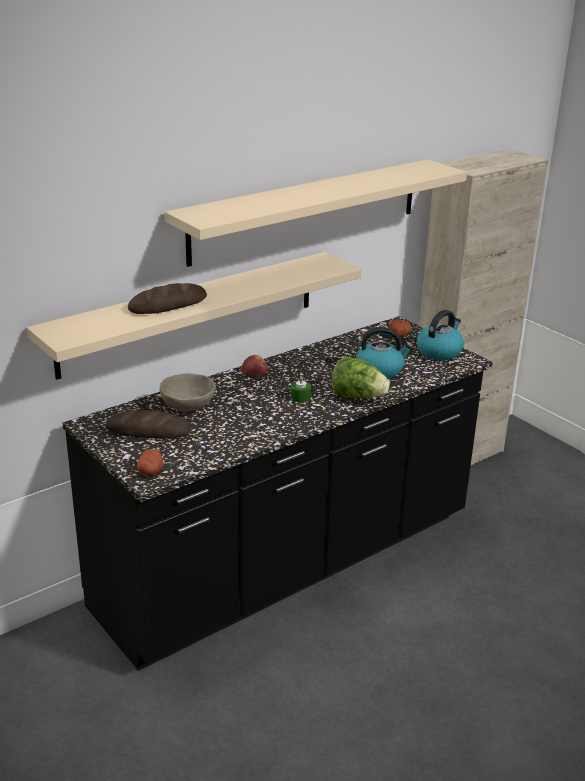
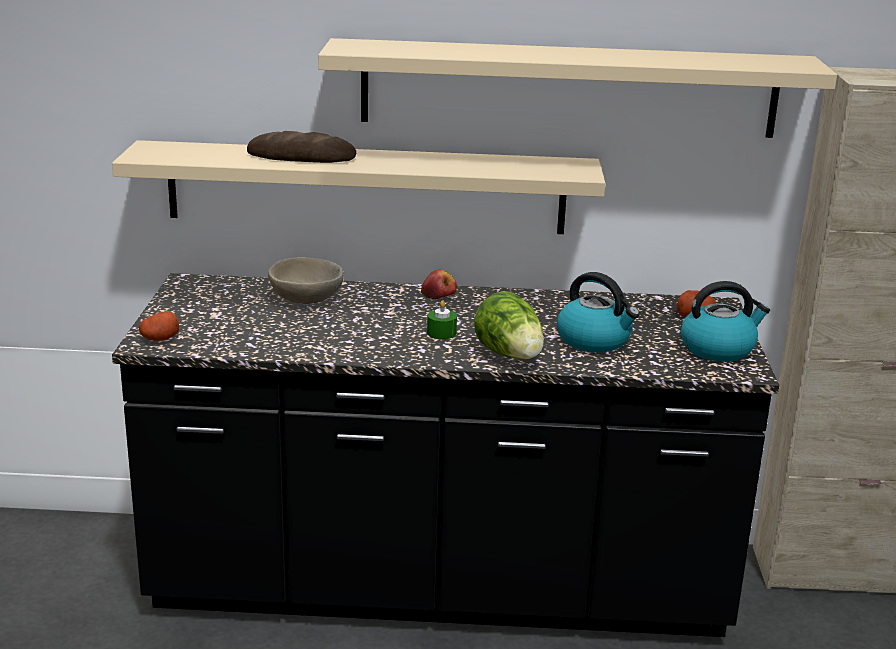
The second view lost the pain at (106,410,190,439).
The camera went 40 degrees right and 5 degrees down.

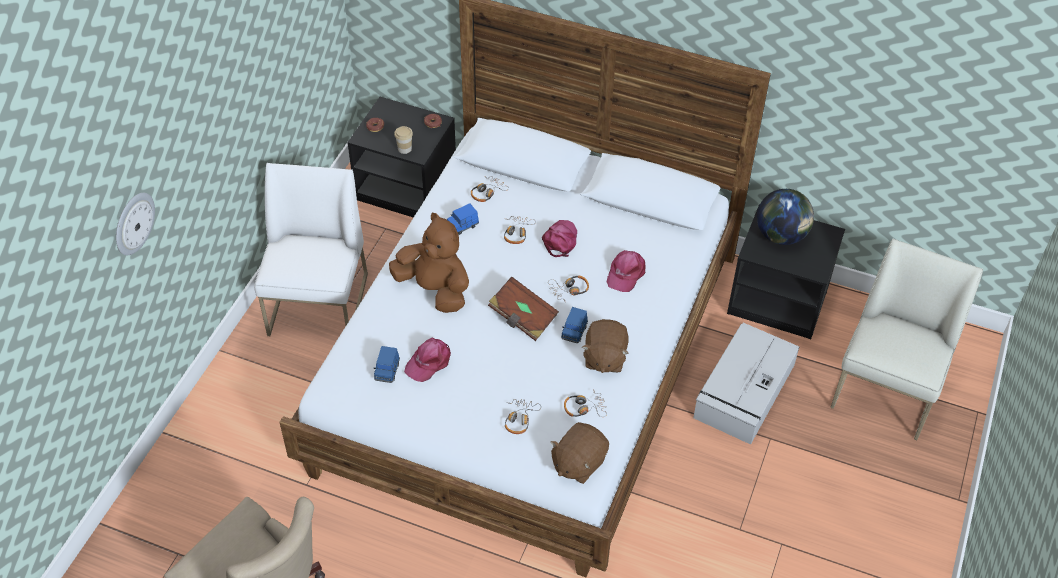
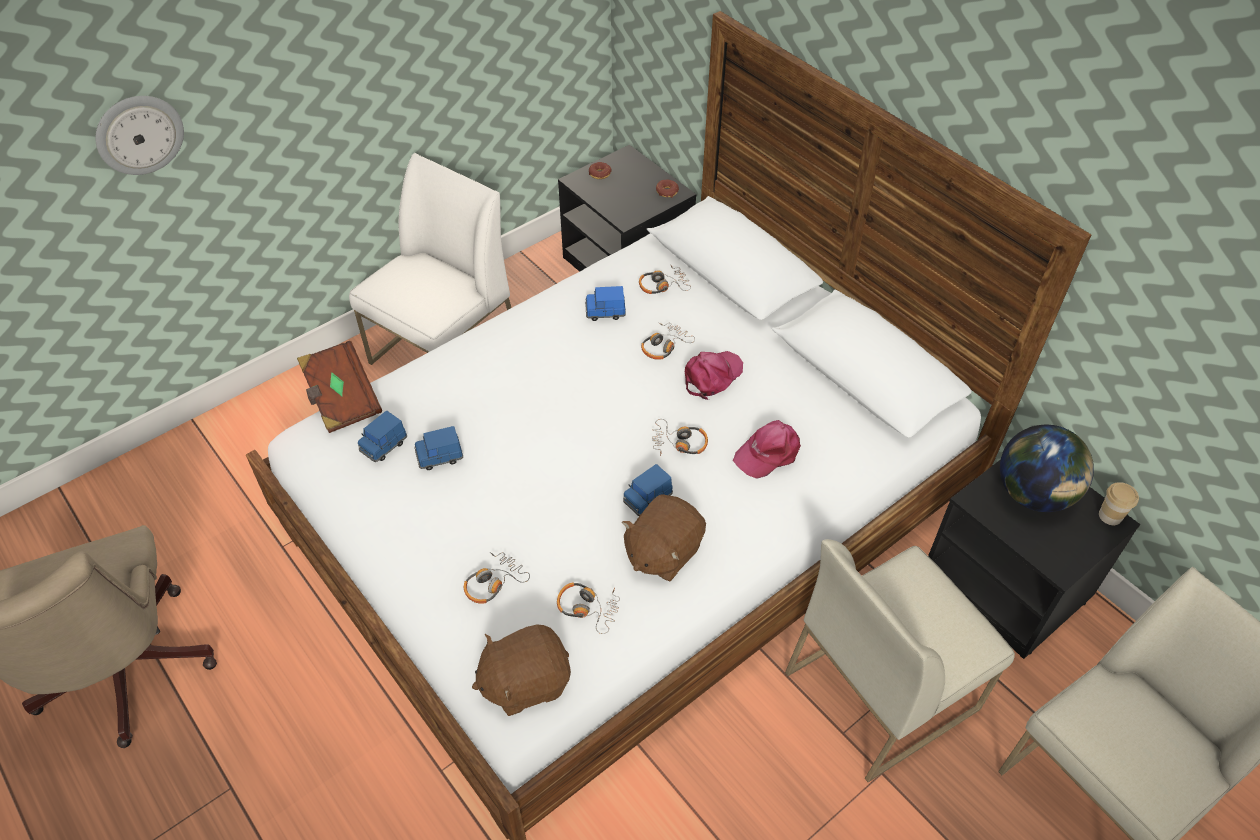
The tasse ended up elsewhere, having gone from (394,126,413,154) to (1099,482,1139,525).
The second view lost the peluche [marron] at (389,213,469,313).
The livre [marron] ended up elsewhere, having gone from (488,276,559,341) to (297,341,382,433).
Where the boîte de rangement [gris] stood at (693,323,799,445), the chaise [blanc] came to stand at (785,539,1015,782).
Where the casquette [rose] stood at (404,338,451,382), the petite voiture [bleu] came to stand at (414,426,463,470).
The camera went 30 degrees right and 0 degrees up.

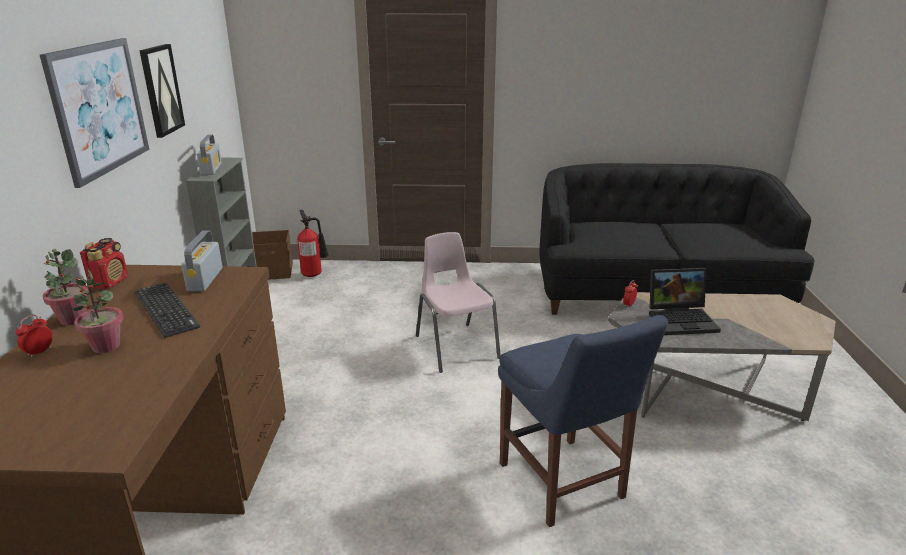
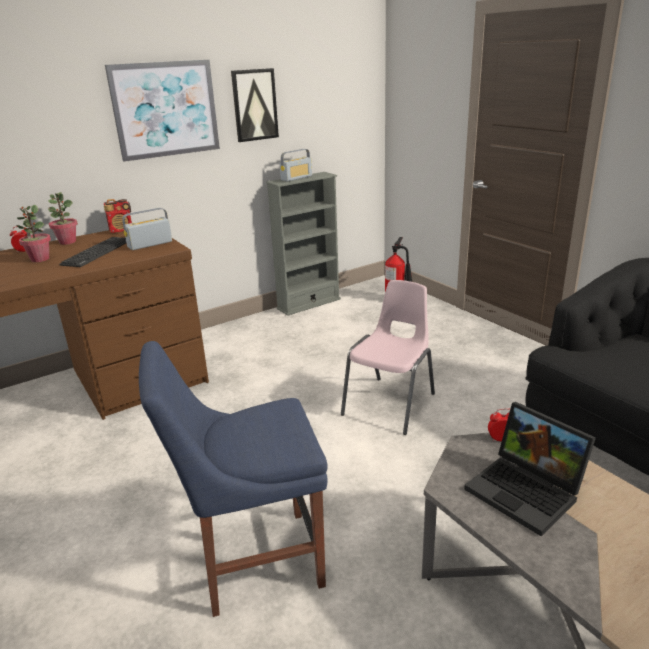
The second view lost the boîte de rangement [marron] at (252,230,293,280).
The chaise [bleu] at (498,315,668,527) ended up facing another way, 45 degrees clockwise from before.
The camera went 55 degrees right and 0 degrees up.

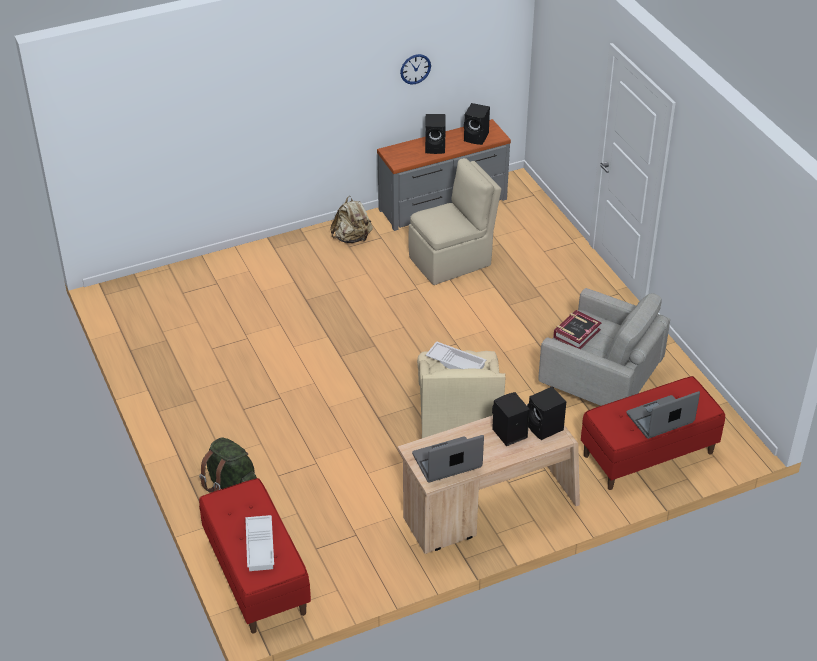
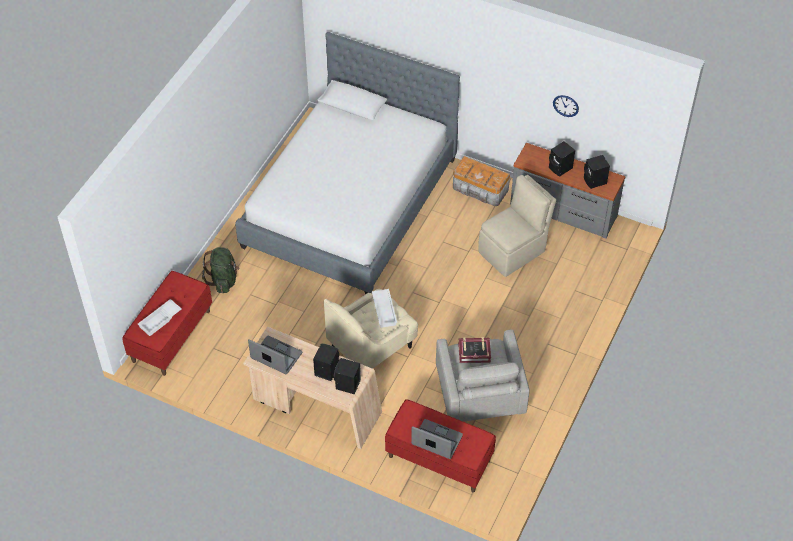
The chaise [beige] at (408,158,501,285) ended up facing another way, 60 degrees counterclockwise from before.
Where the sac à dos [beige] stood at (330,196,373,243), the boîte de rangement came to stand at (453,156,510,206).
The second view gained the lit at (235,32,460,294).
The camera went 50 degrees right and 10 degrees up.

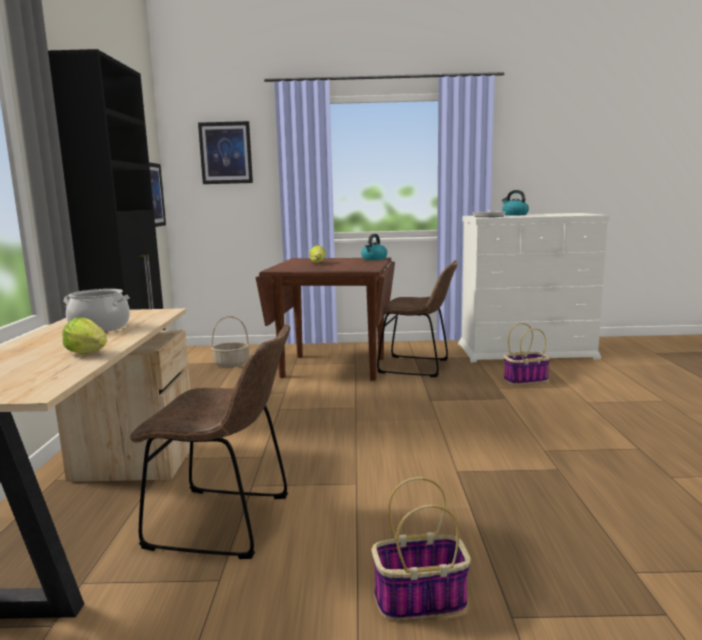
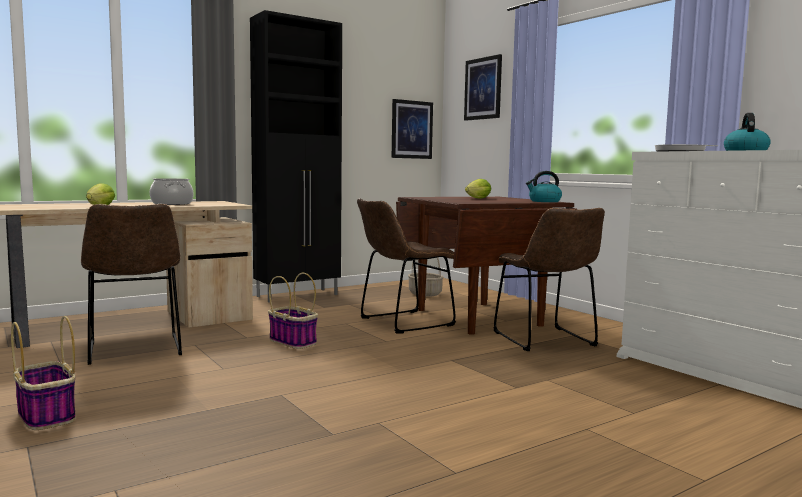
The panier ended up elsewhere, having gone from (503,323,551,385) to (268,273,318,349).
The second view gained the chaise [marron] at (357,198,456,334).
The camera went 55 degrees right and 5 degrees down.

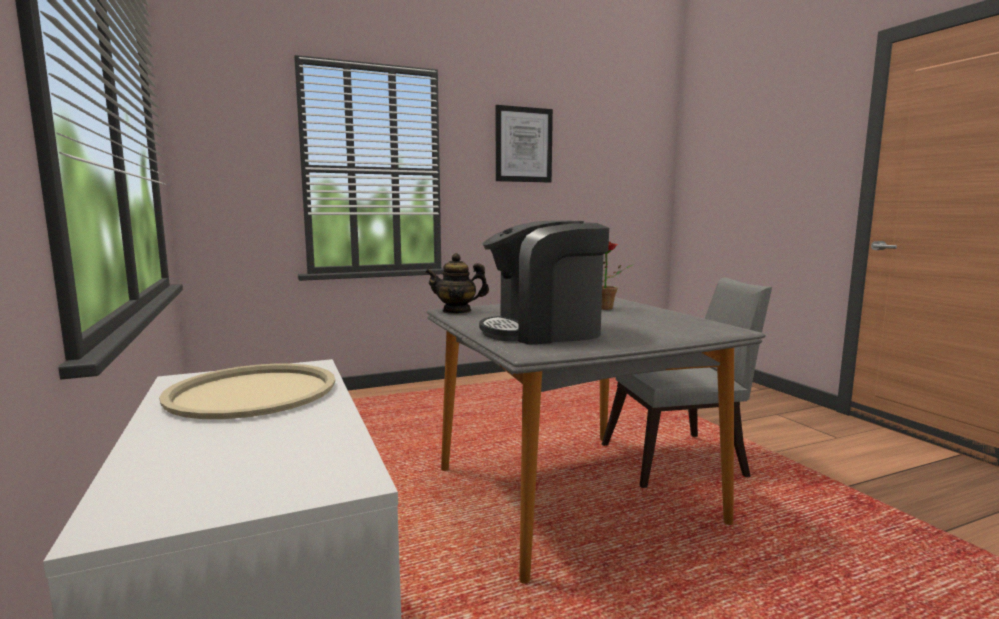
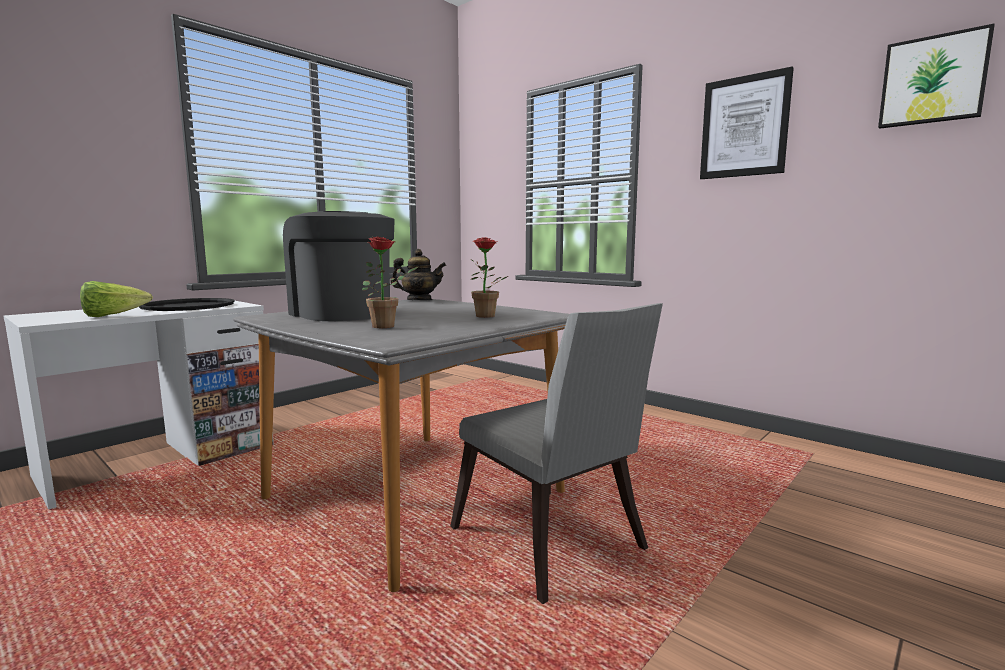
The théière at (425,253,489,314) ended up facing another way, 120 degrees clockwise from before.
What was the plateau [beige] at (159,364,335,419) turned into the plateau [noir] at (139,298,234,311).
The second view gained the tableau at (878,23,995,129).
The second view gained the plante en pot at (362,236,418,328).
The second view gained the laitue at (80,281,153,317).
The camera went 65 degrees right and 0 degrees up.

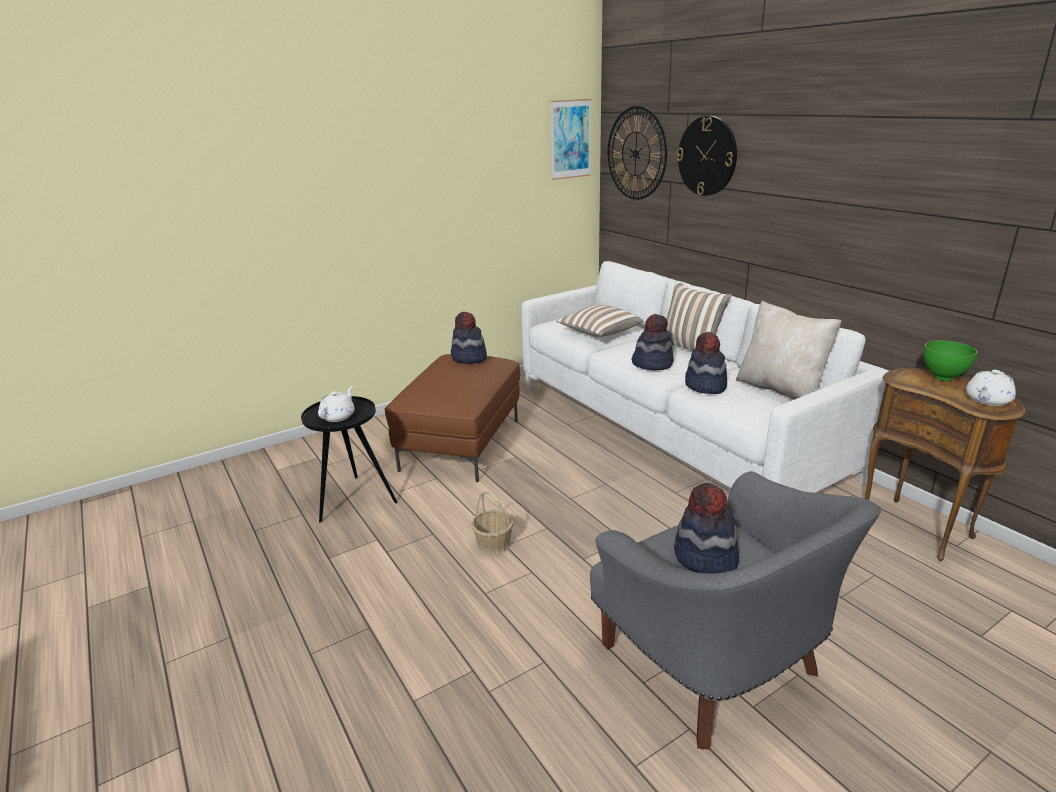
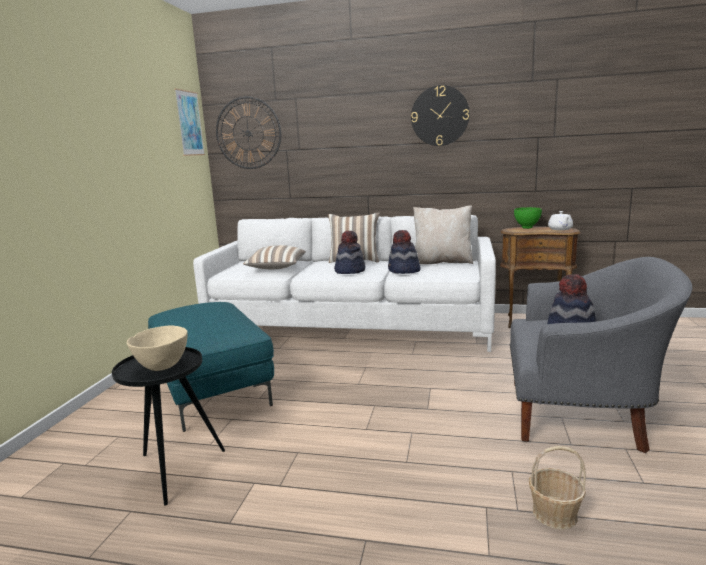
The horloge murale ended up elsewhere, having gone from (677,116,737,196) to (411,85,470,146).
The second view lost the chapeau at (451,312,487,364).
What was the pouf [marron] at (385,354,520,482) turned into the pouf [turquoise] at (148,302,274,432).
Where the théière [blanc] stood at (318,386,355,422), the bol [beige] came to stand at (127,325,188,371).
The panier ended up elsewhere, having gone from (472,491,514,555) to (529,446,586,530).
The camera went 45 degrees left and 10 degrees down.

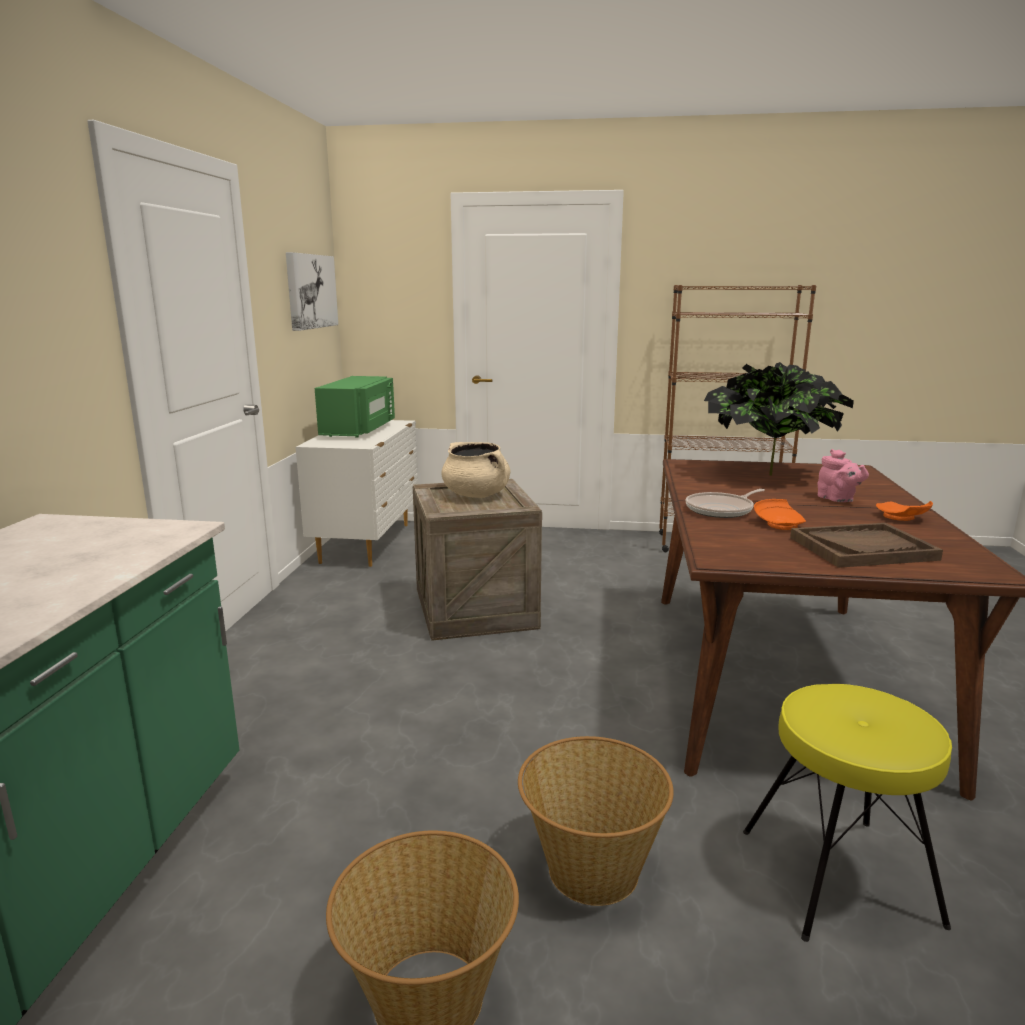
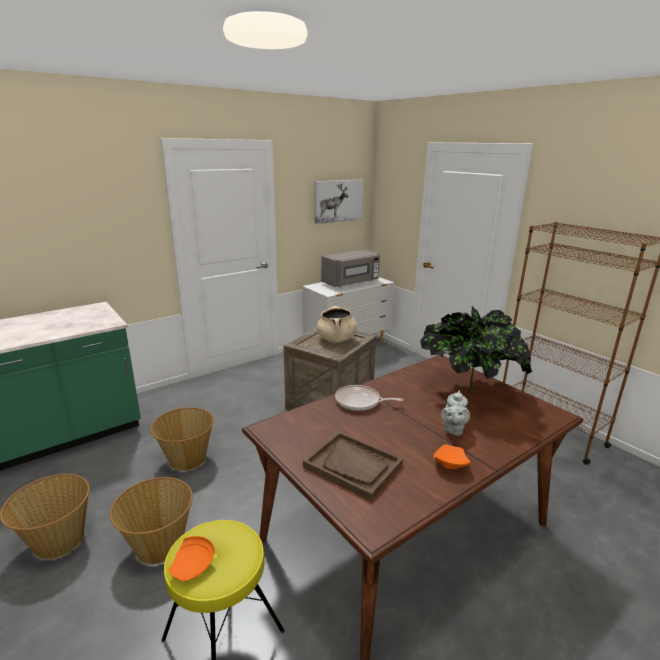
What was the micro-ondes [vert] at (315,376,395,438) turned into the micro-ondes [gris] at (321,249,380,287).
What was the théière [rose] at (818,449,869,502) turned into the théière [gris] at (441,391,470,436).
The assiette [orange] ended up elsewhere, having gone from (754,499,806,530) to (168,536,215,581).
The second view gained the panier at (150,407,214,471).
The camera went 45 degrees right and 5 degrees up.

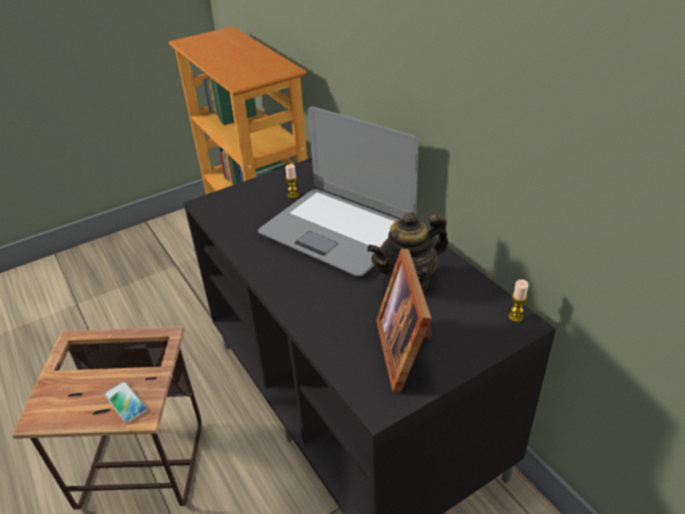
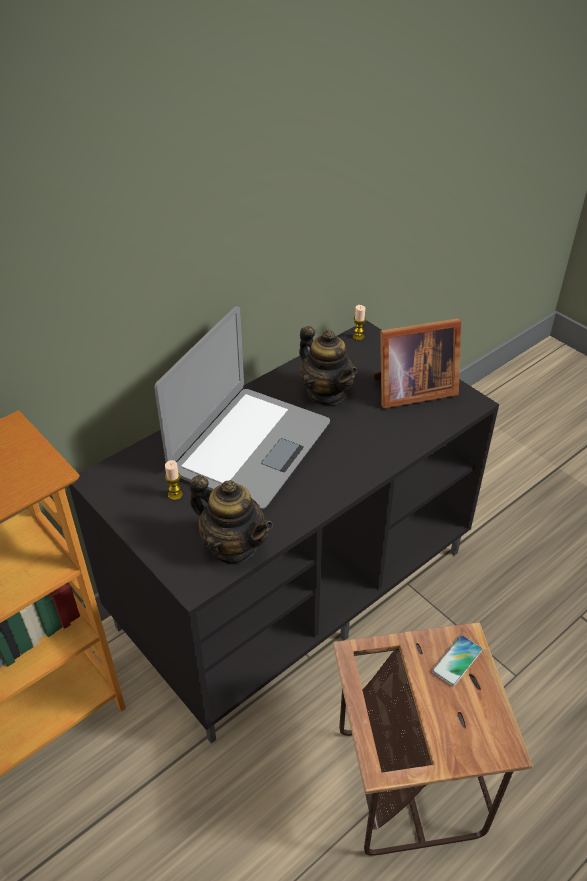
The second view gained the théière at (190,475,273,563).
The camera went 100 degrees left and 5 degrees up.

